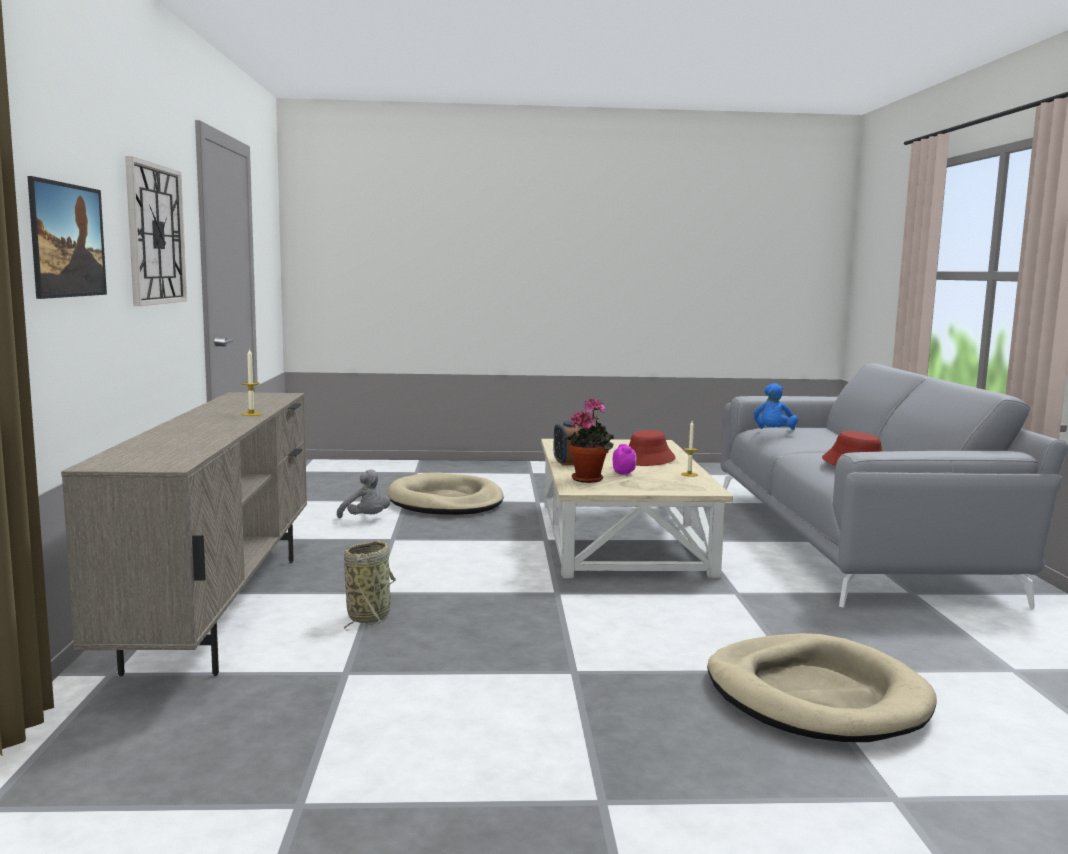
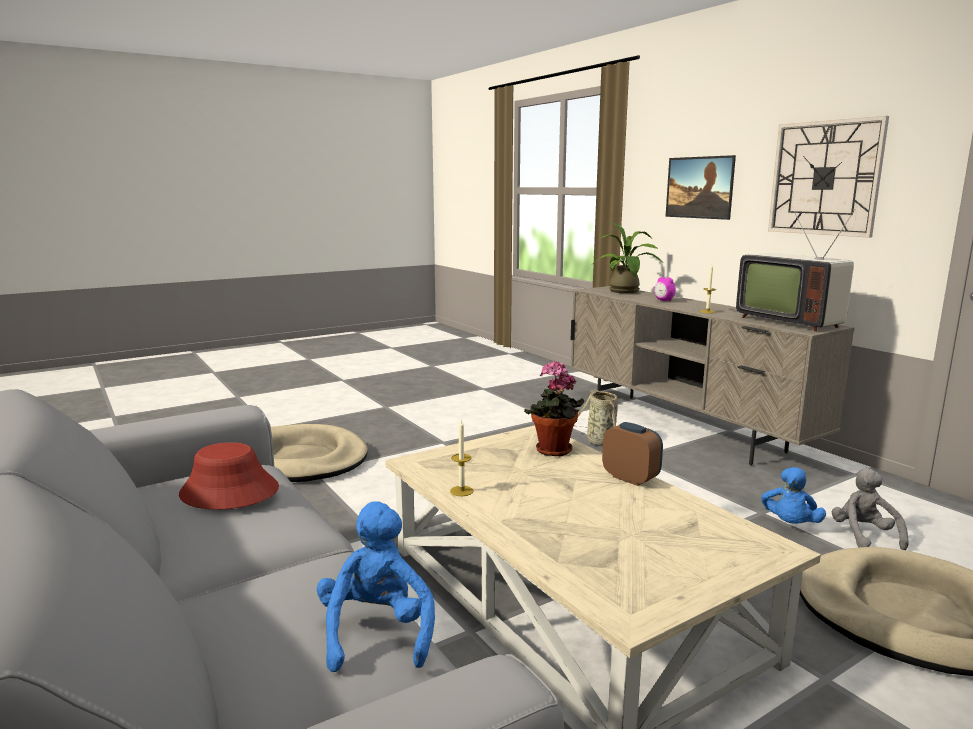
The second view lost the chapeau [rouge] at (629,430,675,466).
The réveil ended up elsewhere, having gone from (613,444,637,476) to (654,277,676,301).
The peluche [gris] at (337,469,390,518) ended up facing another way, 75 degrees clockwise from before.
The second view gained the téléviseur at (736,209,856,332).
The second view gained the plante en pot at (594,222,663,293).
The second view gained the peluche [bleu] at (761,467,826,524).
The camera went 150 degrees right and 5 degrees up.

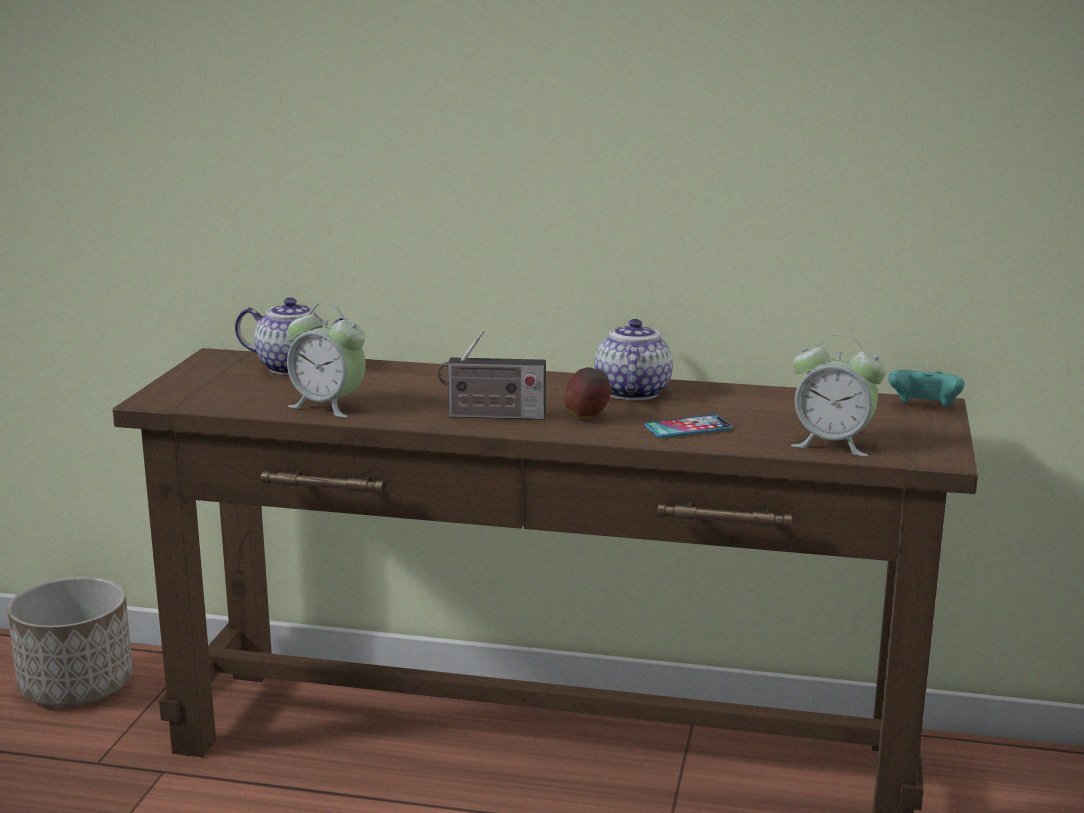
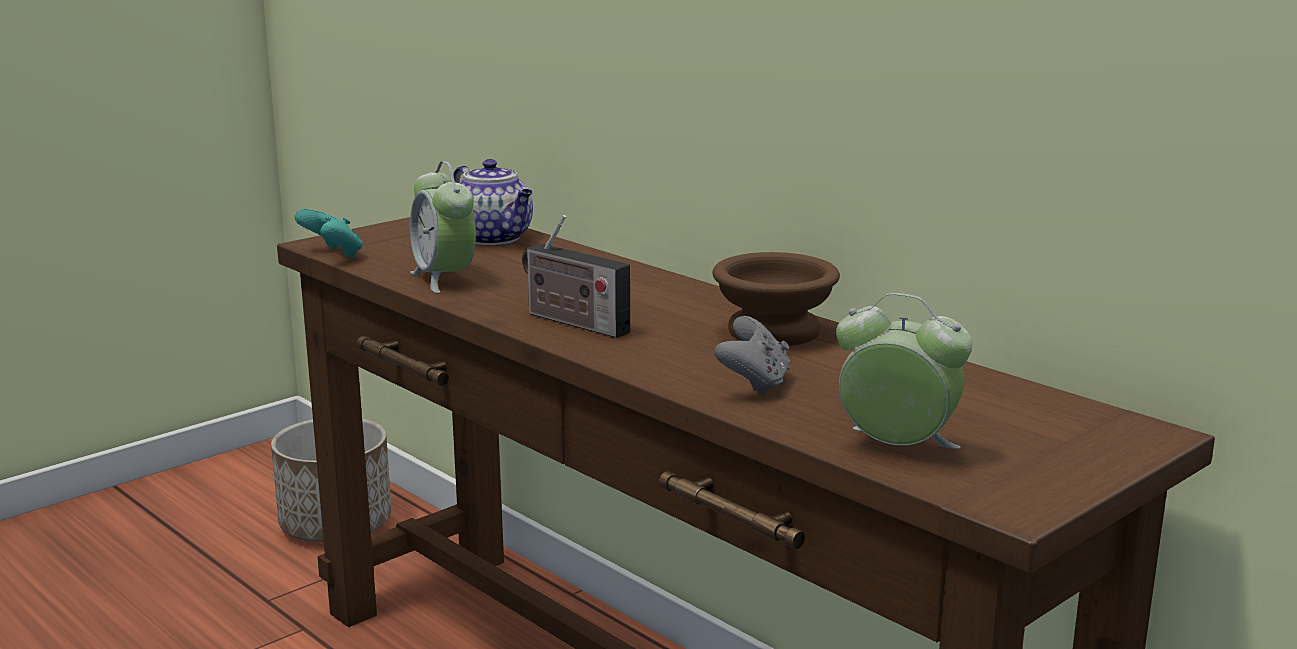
Where the théière stood at (594,319,673,400), the bol [marron] came to stand at (713,252,840,346).
The réveil at (791,335,886,456) ended up facing another way, 150 degrees clockwise from before.
The second view lost the pomme at (564,367,611,419).
The manette [turquoise] ended up elsewhere, having gone from (888,370,965,407) to (295,209,363,259).
Where the téléphone stood at (645,414,732,438), the manette [gris] came to stand at (715,316,790,396).
The camera went 35 degrees right and 0 degrees up.

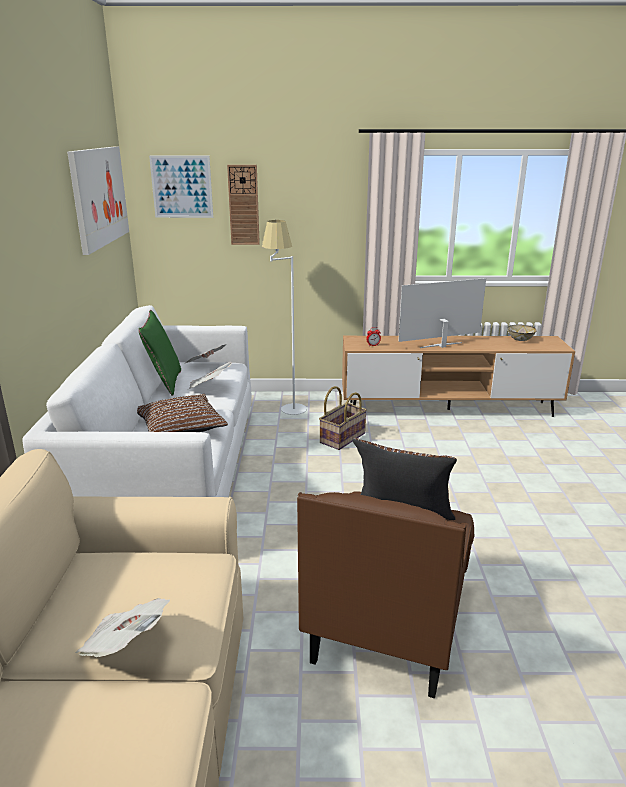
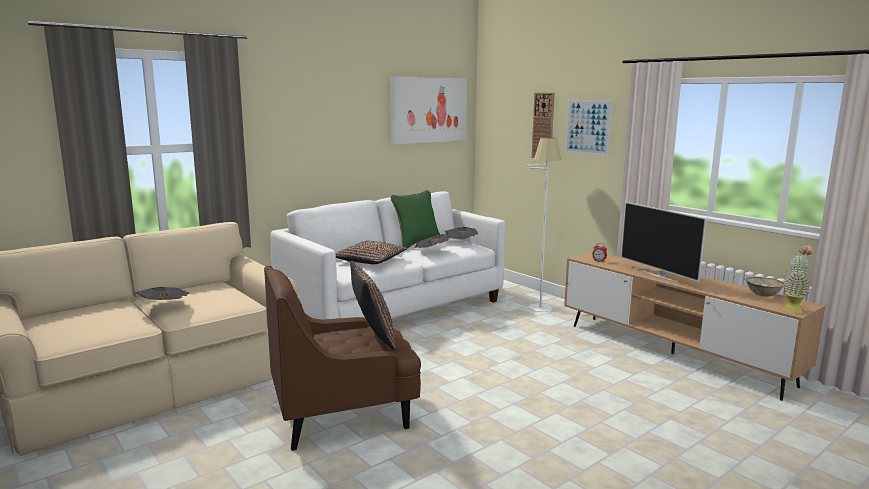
The tableau ended up elsewhere, having gone from (149,156,213,218) to (565,100,613,156).
The téléviseur at (398,278,486,348) ended up facing another way, 150 degrees counterclockwise from before.
The second view lost the panier at (319,386,367,450).
The second view gained the plante en pot at (783,245,814,313).
The camera went 50 degrees right and 10 degrees down.

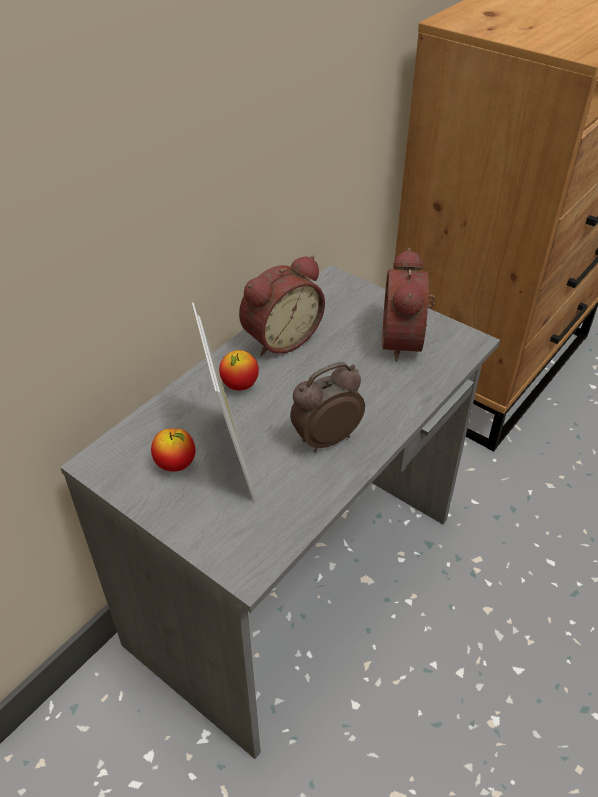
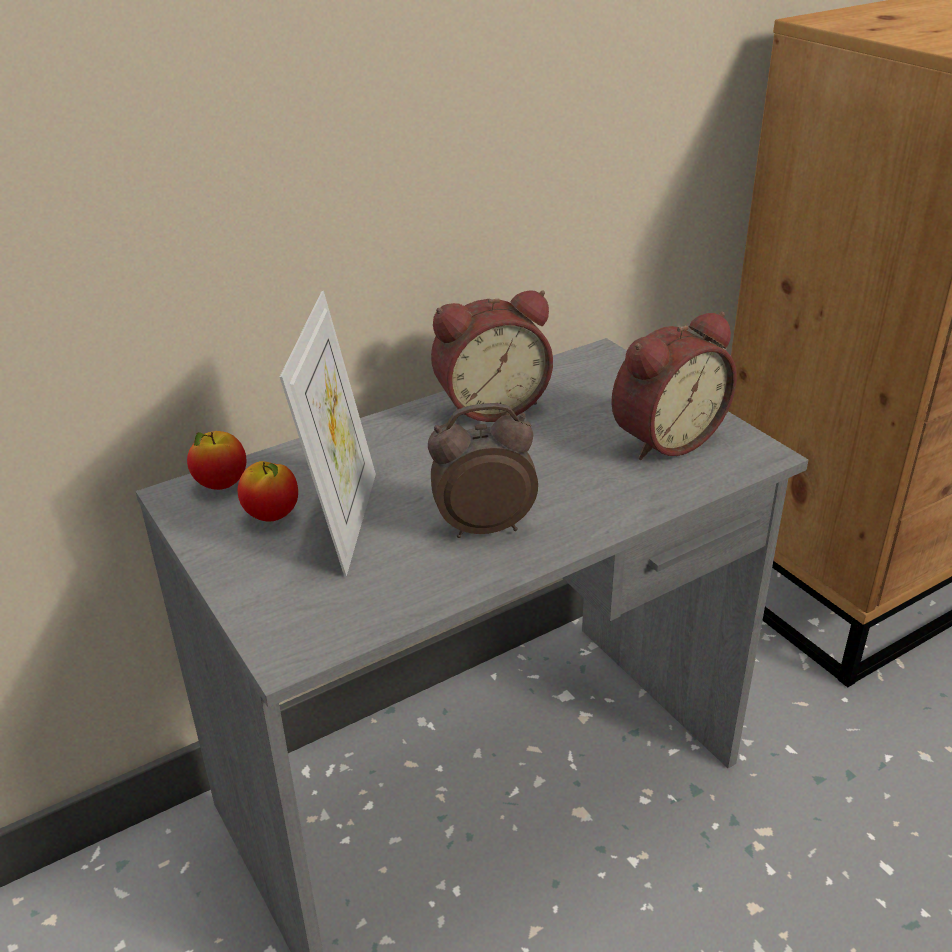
The réveil at (382,248,435,362) ended up facing another way, 150 degrees counterclockwise from before.
The pomme ended up elsewhere, having gone from (219,350,259,390) to (187,431,246,490).
The camera went 20 degrees right and 10 degrees down.

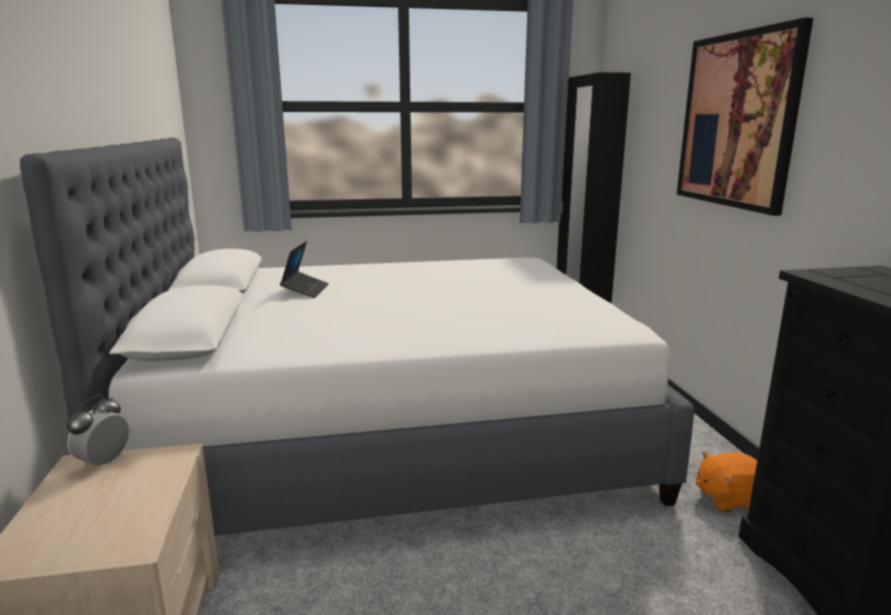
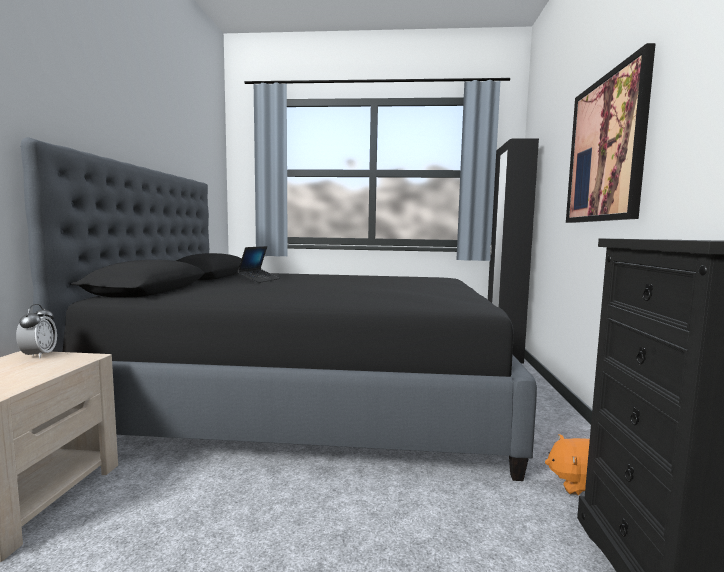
What was the lit [blanc] at (20,137,695,536) turned into the lit [noir] at (21,138,537,481).
The réveil at (67,395,129,468) ended up facing another way, 135 degrees clockwise from before.
The camera went 15 degrees right and 10 degrees down.

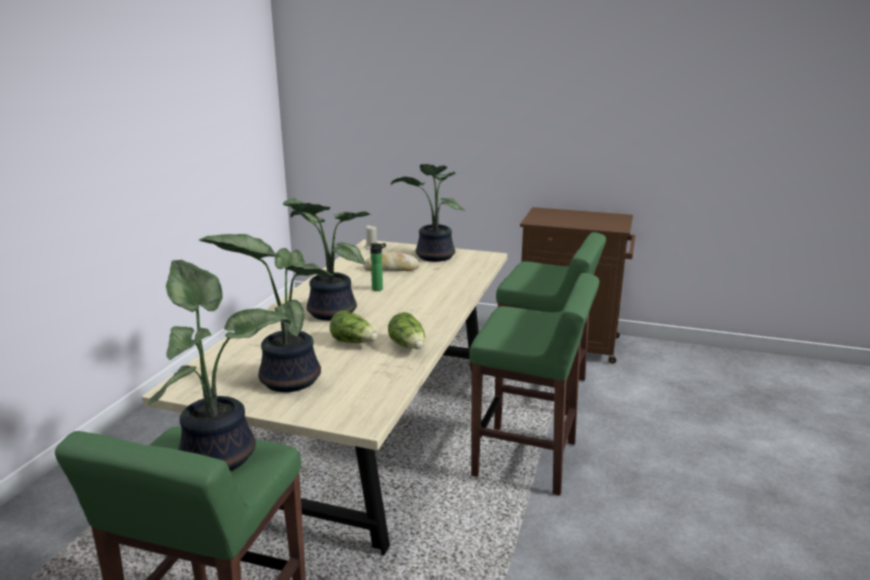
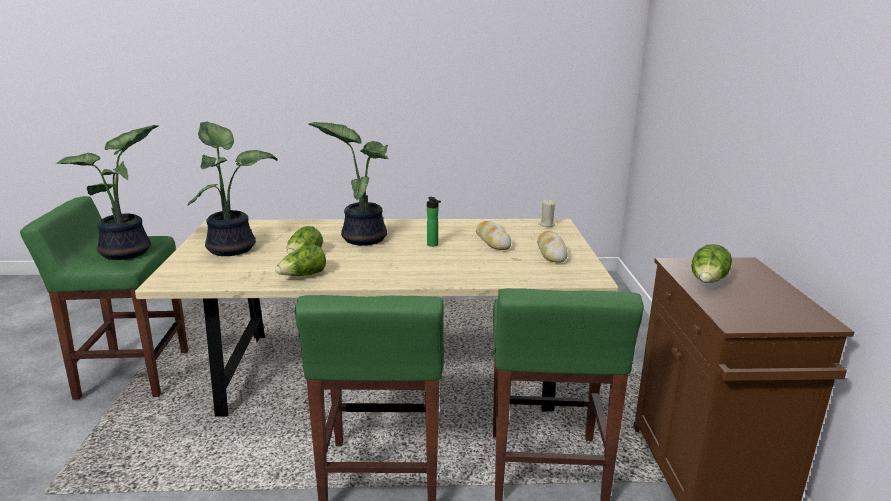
Where the plante en pot stood at (391,164,466,262), the pain came to stand at (537,231,568,263).
The second view gained the laitue at (691,244,732,283).
The camera went 70 degrees right and 0 degrees up.

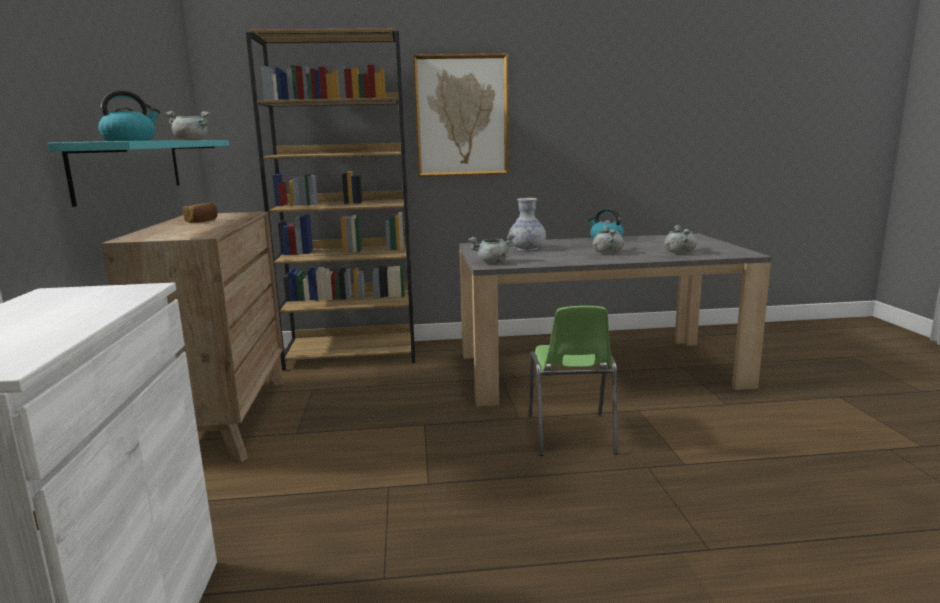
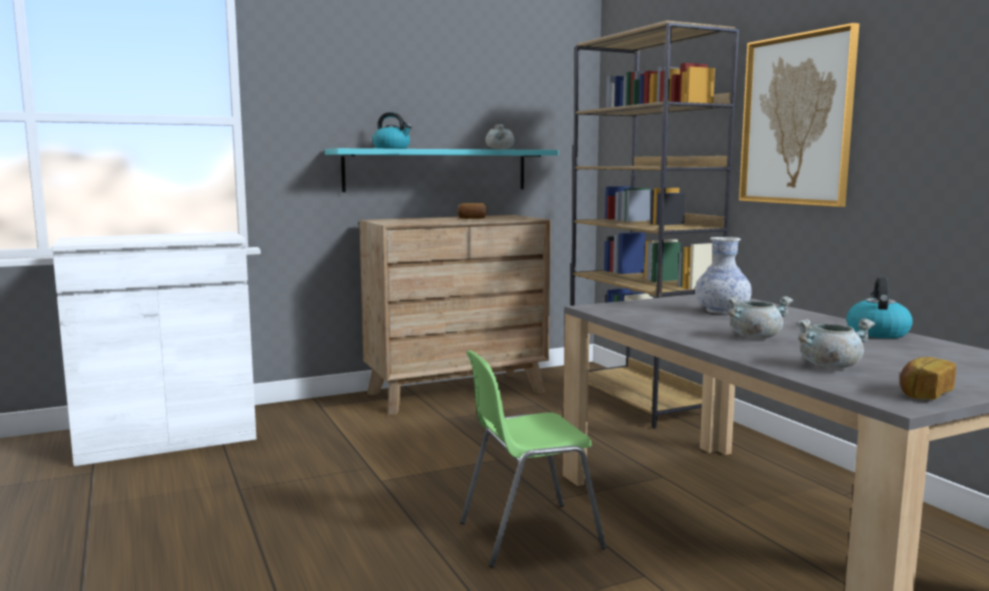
The second view lost the marmite [gris] at (468,234,515,263).
The second view gained the pain at (900,357,956,399).
The camera went 70 degrees right and 5 degrees down.

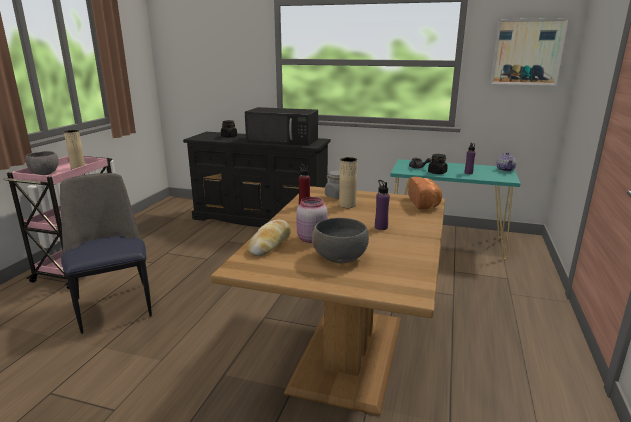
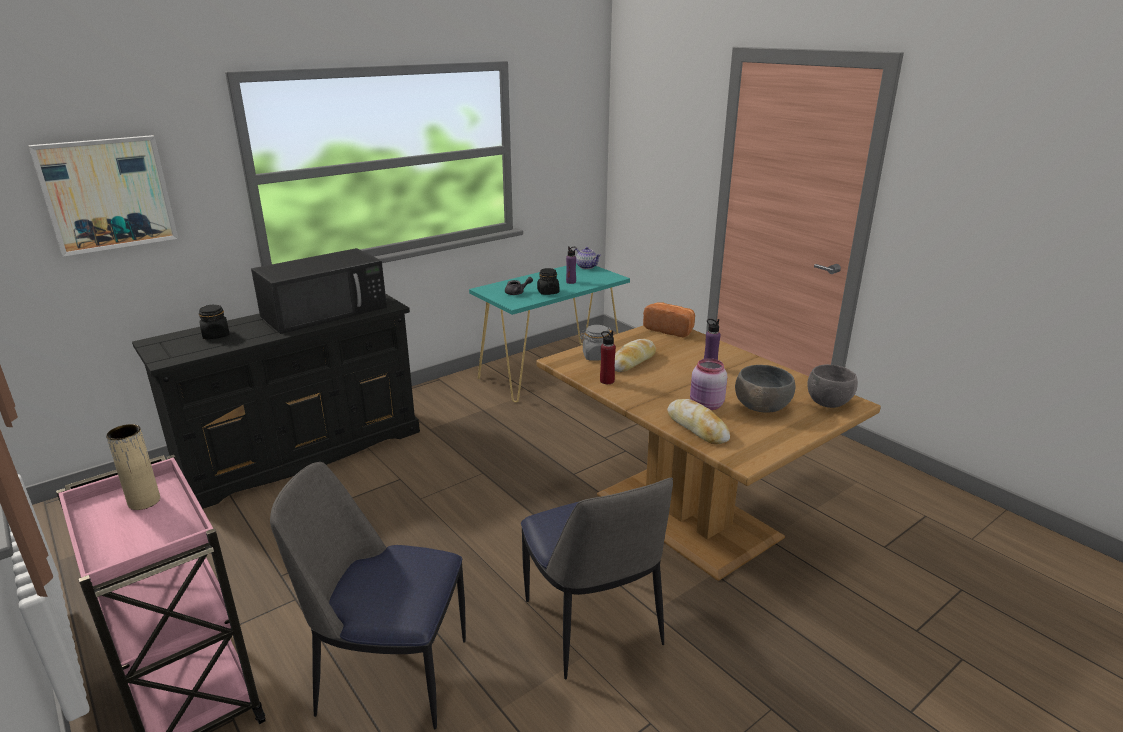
The tableau ended up elsewhere, having gone from (490,18,569,86) to (28,135,178,257).
The bol [gris] ended up elsewhere, having gone from (25,151,59,175) to (807,364,858,408).
Where the vase [beige] stood at (339,157,358,208), the pain came to stand at (615,339,656,372).
The second view gained the chaise at (521,478,673,680).
The camera went 55 degrees left and 5 degrees up.

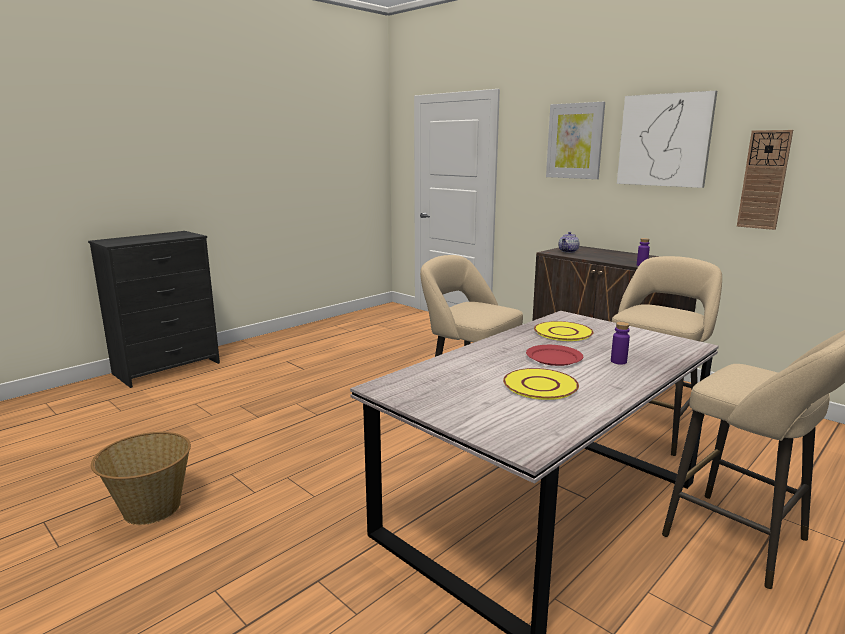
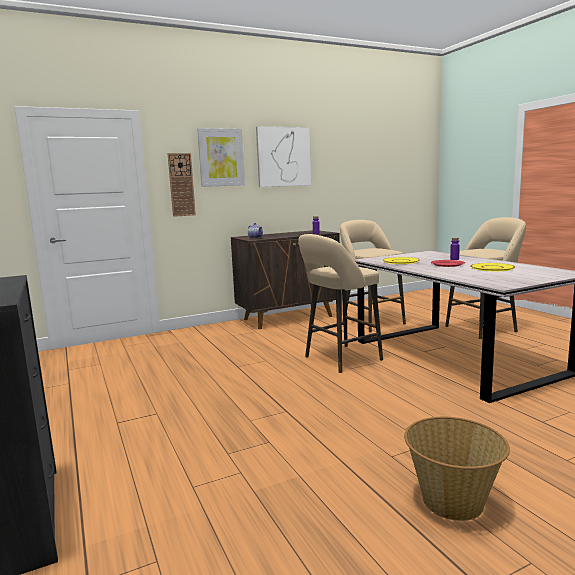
The horloge murale ended up elsewhere, having gone from (737,130,793,230) to (167,153,196,217).
The camera went 70 degrees left and 5 degrees down.

